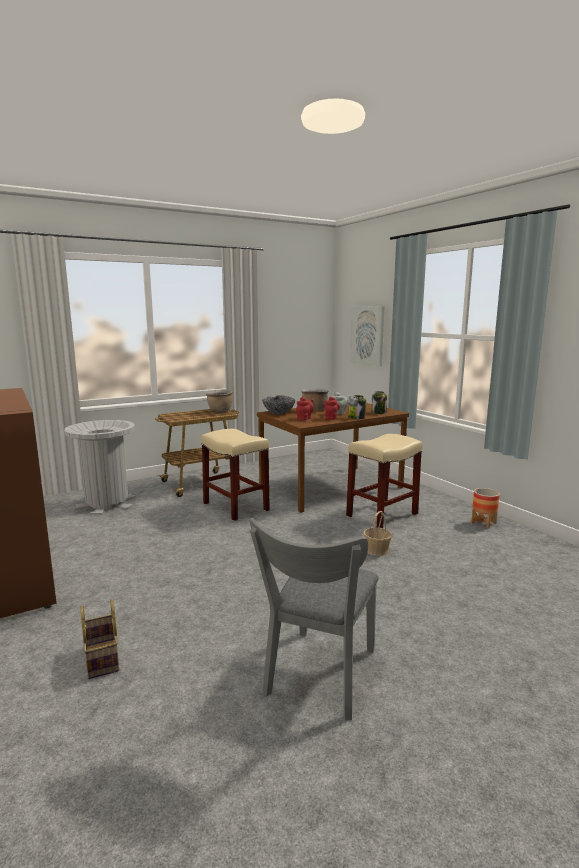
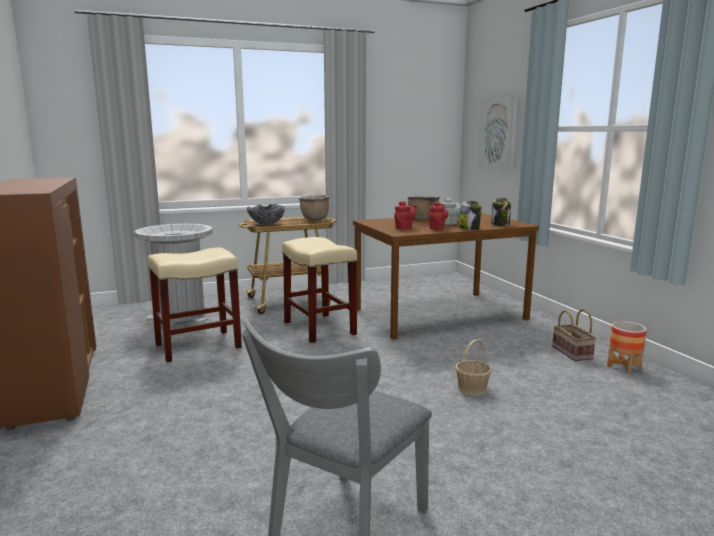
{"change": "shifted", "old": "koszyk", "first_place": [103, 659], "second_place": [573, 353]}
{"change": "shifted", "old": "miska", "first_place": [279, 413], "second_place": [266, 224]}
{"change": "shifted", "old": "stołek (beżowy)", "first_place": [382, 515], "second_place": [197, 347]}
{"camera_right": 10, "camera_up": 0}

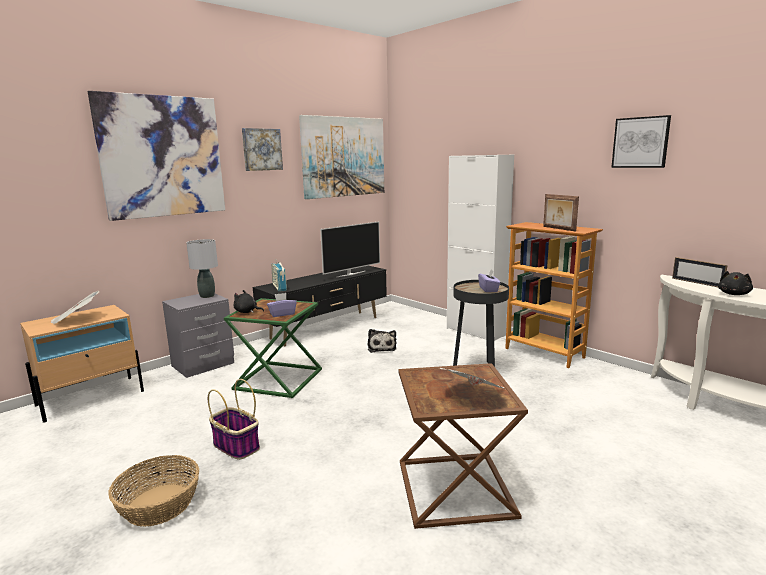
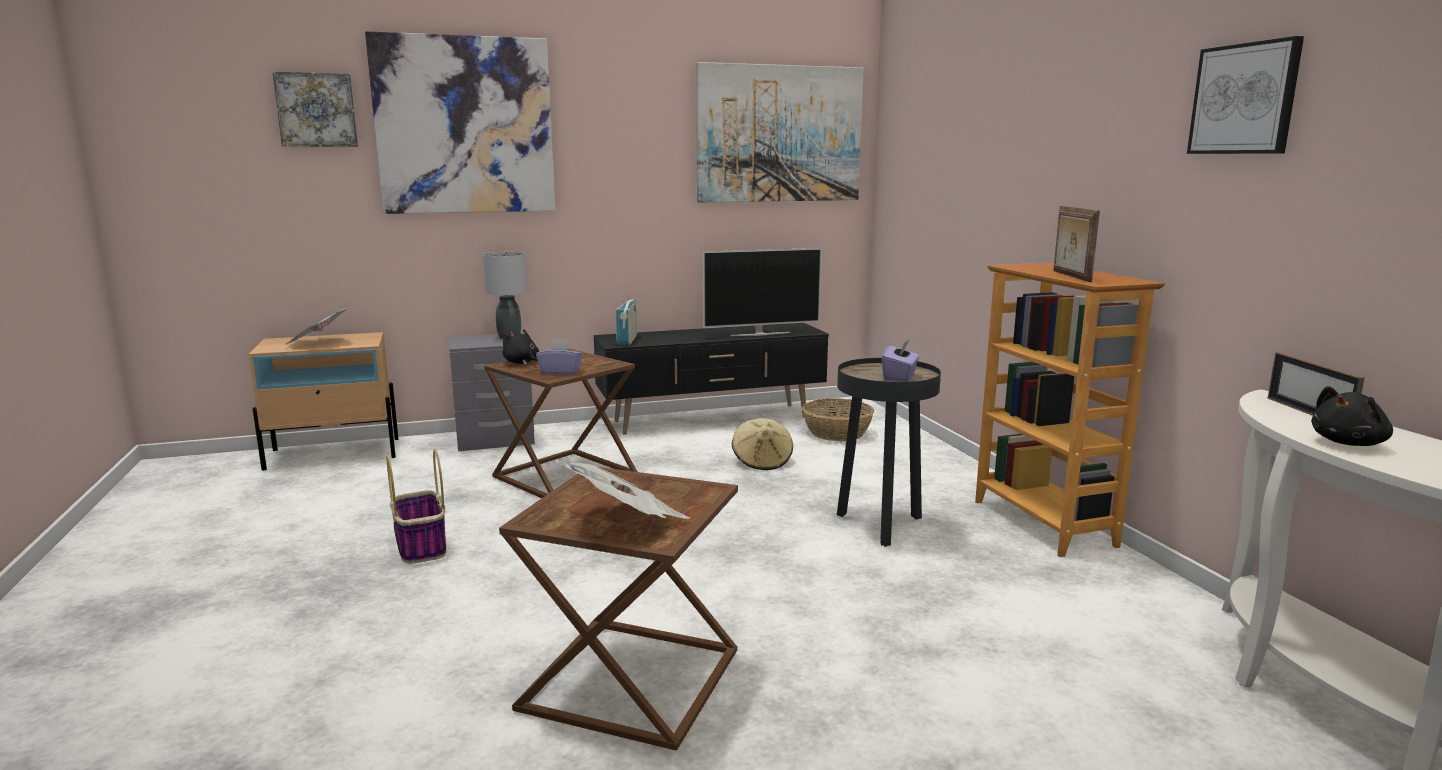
{"change": "shifted", "old": "koszyk", "first_place": [159, 504], "second_place": [836, 432]}
{"change": "repainted", "old": "stolik (zielony)", "new": "stolik (brązowy)", "first_place": [279, 380], "second_place": [565, 478]}
{"change": "shifted", "old": "obraz", "first_place": [261, 149], "second_place": [317, 110]}
{"change": "swapped", "old": "pluszak", "new": "kapelusz (beżowy)", "first_place": [381, 347], "second_place": [762, 462]}
{"change": "gone", "old": "szafka (biały)", "first_place": [475, 331]}
{"camera_right": 25, "camera_up": 0}

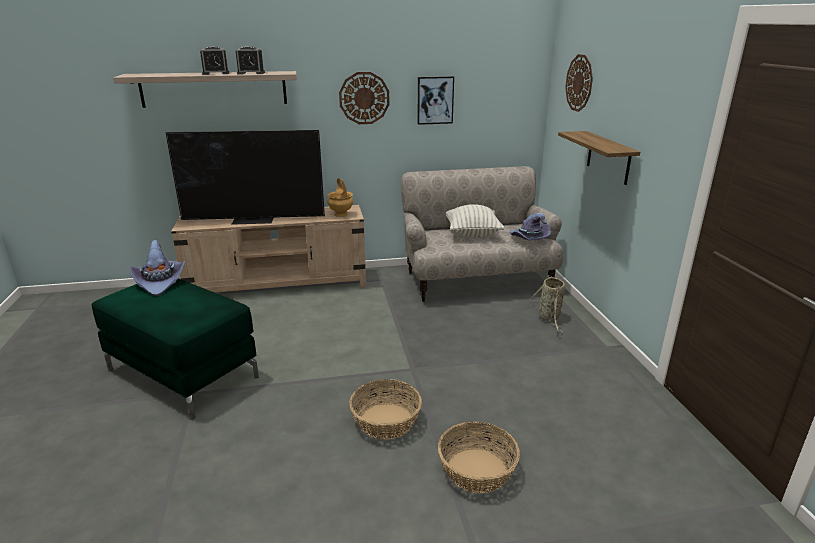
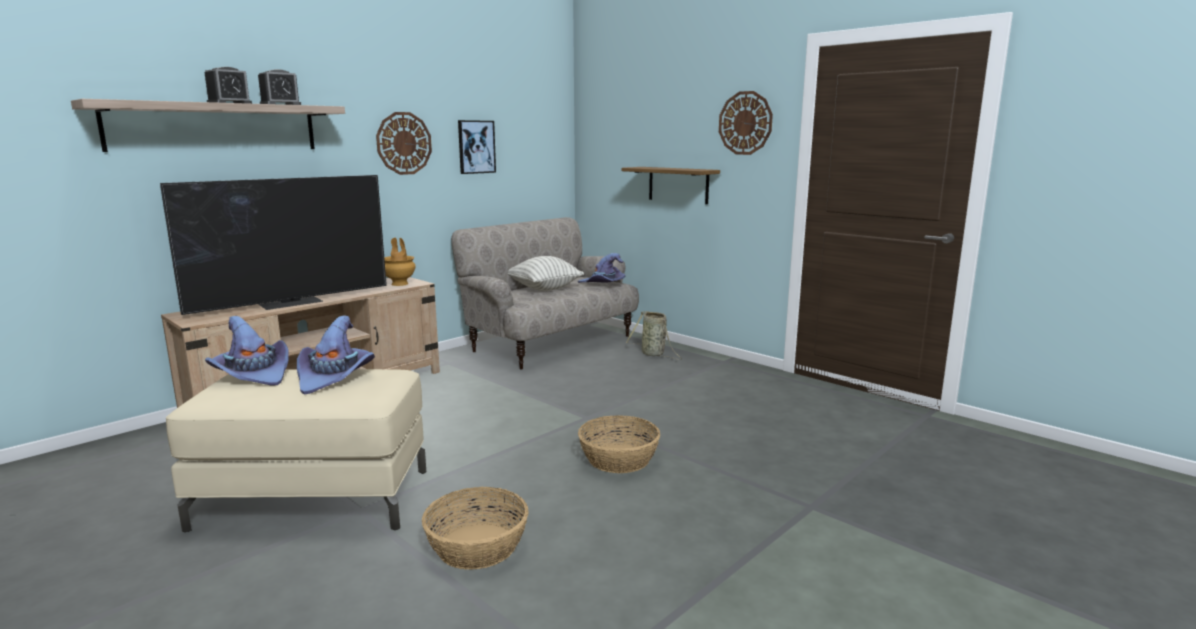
{"change": "repainted", "old": "pufa (zielony)", "new": "pufa (beżowy)", "first_place": [184, 373], "second_place": [316, 498]}
{"change": "shifted", "old": "koszyk", "first_place": [477, 470], "second_place": [477, 545]}
{"change": "shifted", "old": "zegar ścienny", "first_place": [579, 83], "second_place": [745, 123]}
{"change": "new", "new": "kapelusz (fioletowy)", "second_place": [335, 377]}
{"camera_right": -35, "camera_up": -10}

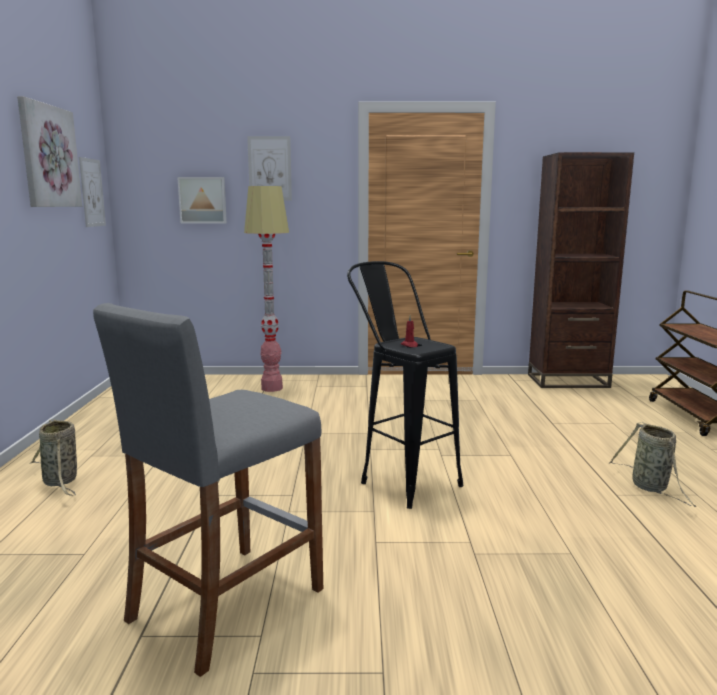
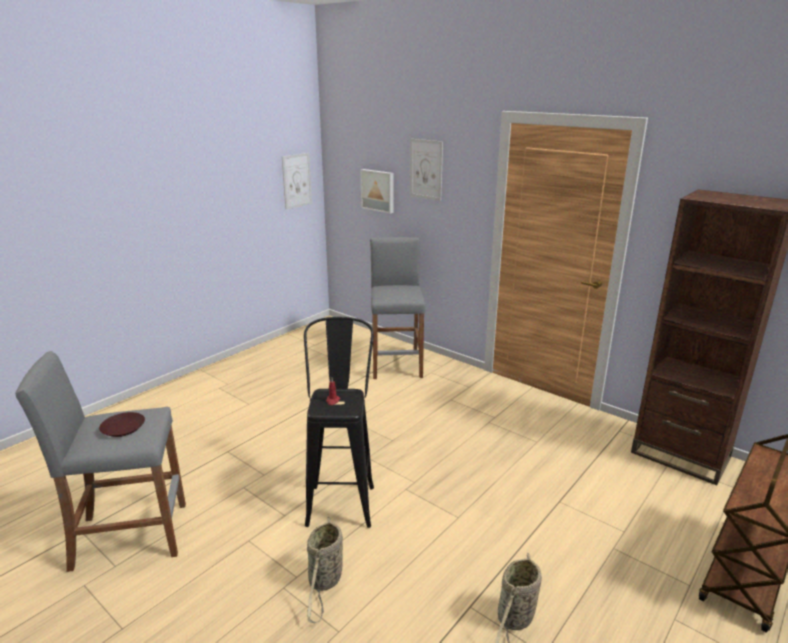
{"change": "gone", "old": "obraz", "first_place": [48, 156]}
{"change": "shifted", "old": "koszyk", "first_place": [61, 482], "second_place": [325, 582]}
{"change": "swapped", "old": "lampa stojąca", "new": "stołek (szary)", "first_place": [272, 388], "second_place": [396, 363]}
{"change": "new", "new": "talerz (brązowy)", "second_place": [123, 428]}
{"camera_right": 40, "camera_up": 10}

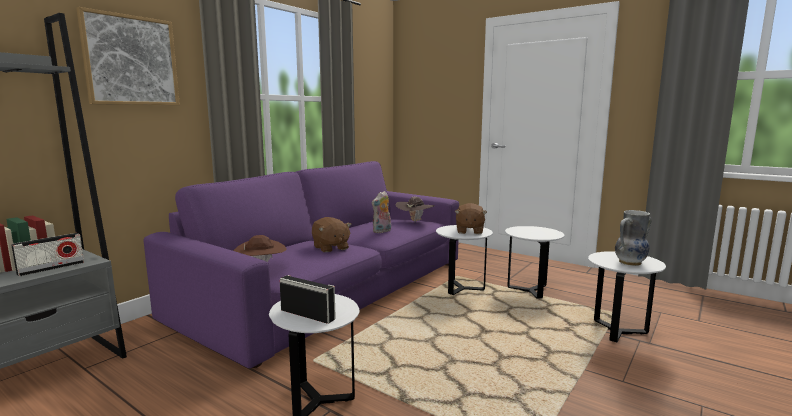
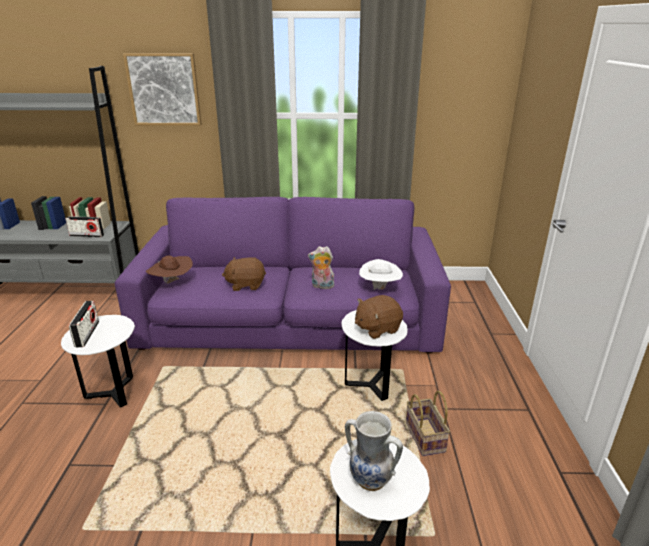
{"change": "rotated", "old": "pluszak (brązowy)", "first_place": [330, 248], "second_place": [246, 285], "degrees": 60}
{"change": "repainted", "old": "kapelusz (brązowy)", "new": "kapelusz (biały)", "first_place": [415, 221], "second_place": [380, 288]}
{"change": "swapped", "old": "stolik (biały)", "new": "koszyk", "first_place": [530, 291], "second_place": [423, 436]}
{"camera_right": 55, "camera_up": 15}

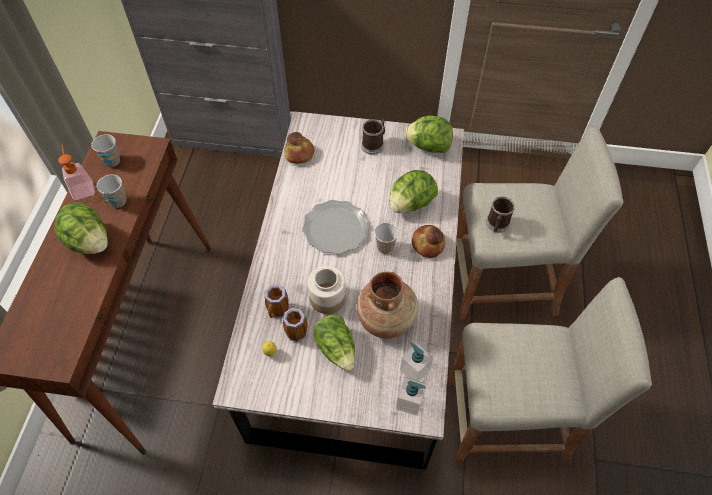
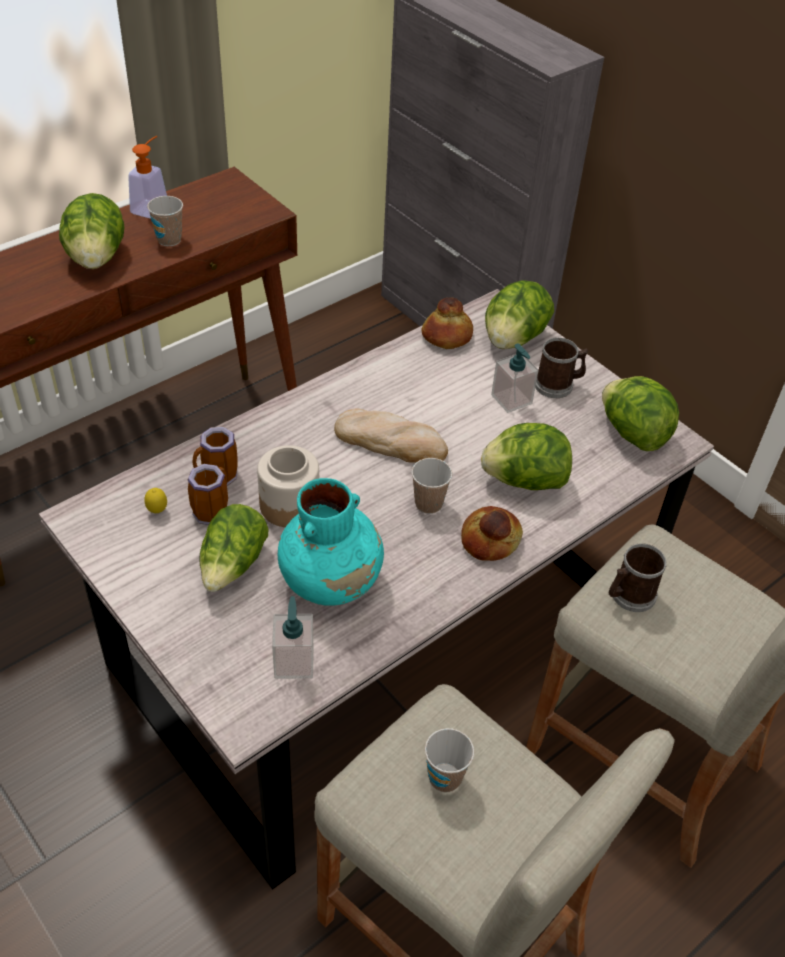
{"change": "shifted", "old": "filiżanka", "first_place": [112, 161], "second_place": [445, 778]}
{"change": "swapped", "old": "talerz", "new": "chleb", "first_place": [335, 229], "second_place": [391, 441]}
{"change": "repainted", "old": "wazon (brązowy)", "new": "wazon (turkusowy)", "first_place": [387, 318], "second_place": [331, 580]}
{"change": "shifted", "old": "dozownik mydła", "first_place": [409, 402], "second_place": [511, 399]}
{"change": "new", "new": "sałata", "second_place": [513, 339]}
{"camera_right": 40, "camera_up": -10}

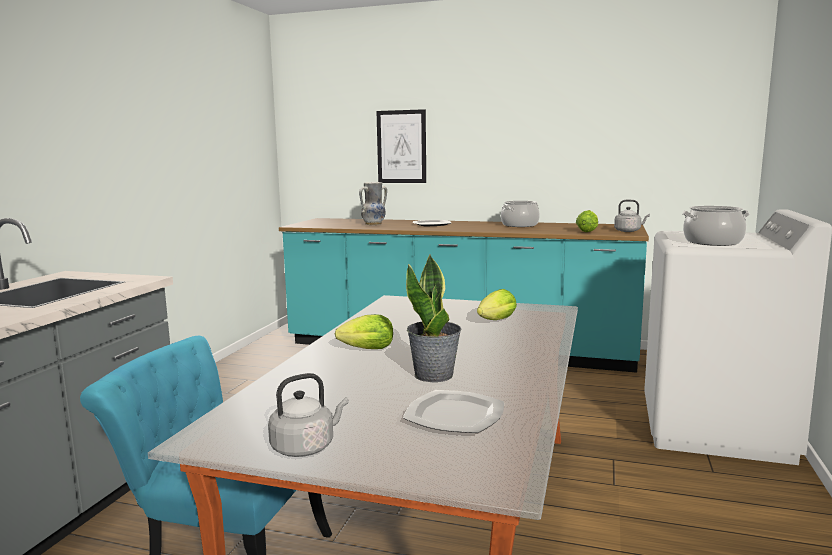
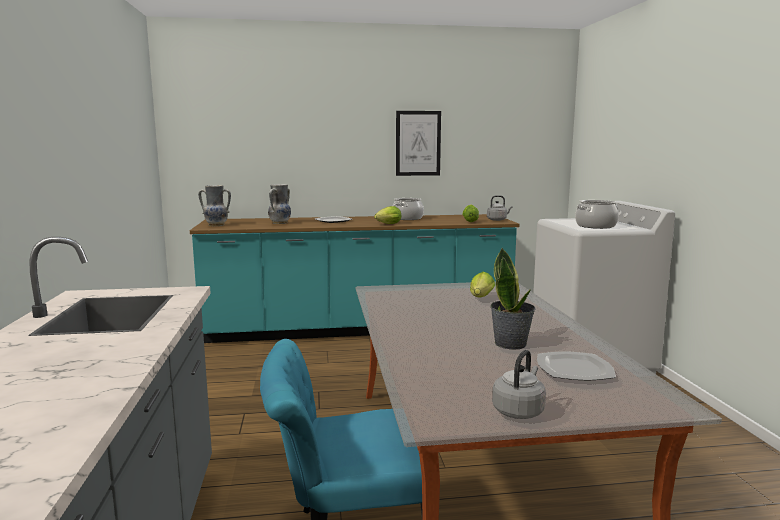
{"change": "shifted", "old": "sałata", "first_place": [364, 349], "second_place": [387, 224]}
{"change": "shifted", "old": "obraz", "first_place": [401, 147], "second_place": [418, 143]}
{"change": "new", "new": "wazon", "second_place": [216, 225]}
{"camera_right": -25, "camera_up": 0}

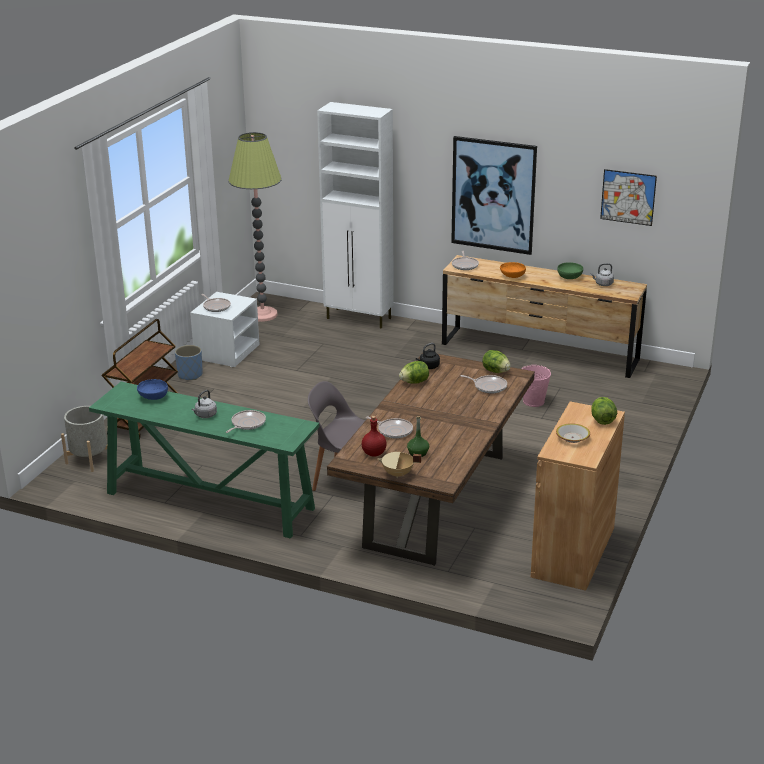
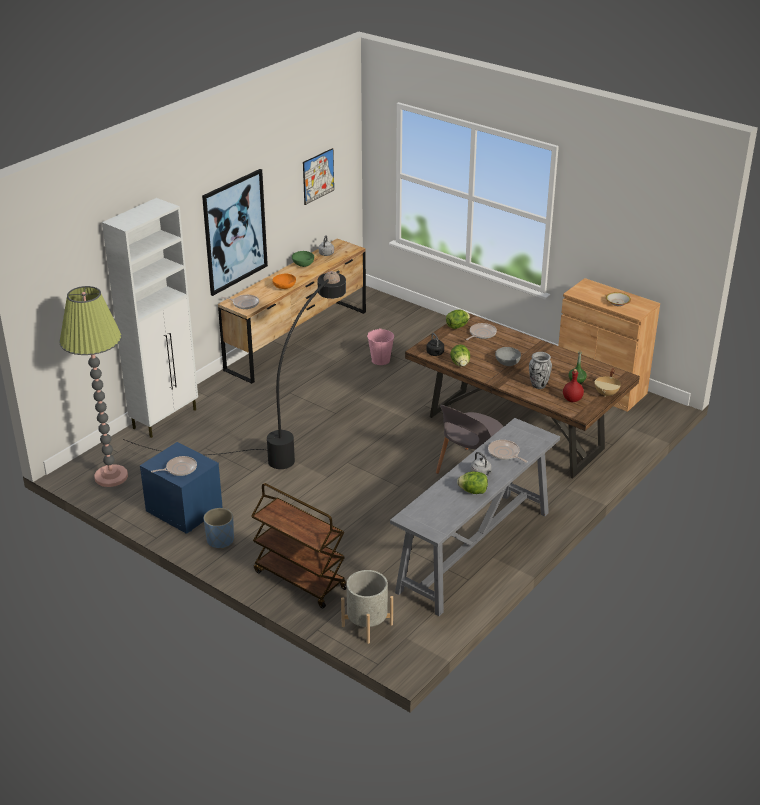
{"change": "repainted", "old": "stolik konsolowy (zielony)", "new": "stolik konsolowy (szary)", "first_place": [208, 500], "second_place": [474, 552]}
{"change": "gone", "old": "miska (niebieski)", "first_place": [153, 397]}
{"change": "repainted", "old": "szafka nocna (biały)", "new": "szafka nocna (niebieski)", "first_place": [227, 352], "second_place": [183, 510]}
{"change": "swapped", "old": "patelnia", "new": "wazon", "first_place": [393, 430], "second_place": [538, 385]}
{"change": "shifted", "old": "sałata", "first_place": [602, 420], "second_place": [473, 491]}
{"change": "new", "new": "lampa stojąca (czarny)", "second_place": [286, 441]}
{"change": "new", "new": "miska (szary)", "second_place": [507, 362]}
{"camera_right": -75, "camera_up": 5}

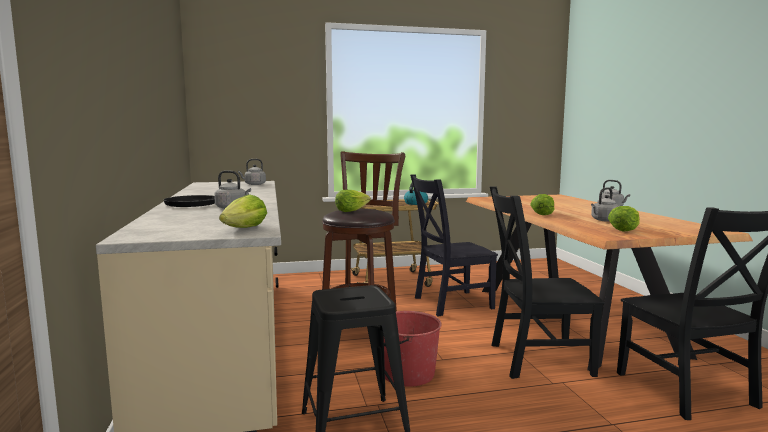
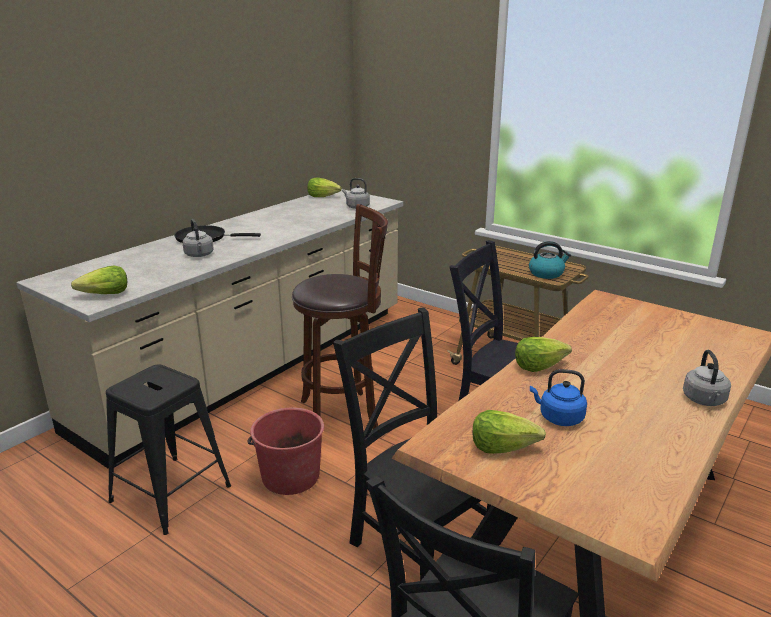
{"change": "shifted", "old": "sałata", "first_place": [351, 211], "second_place": [323, 196]}
{"change": "repainted", "old": "czajnik (szary)", "new": "czajnik (niebieski)", "first_place": [604, 220], "second_place": [558, 418]}
{"camera_right": 50, "camera_up": 15}

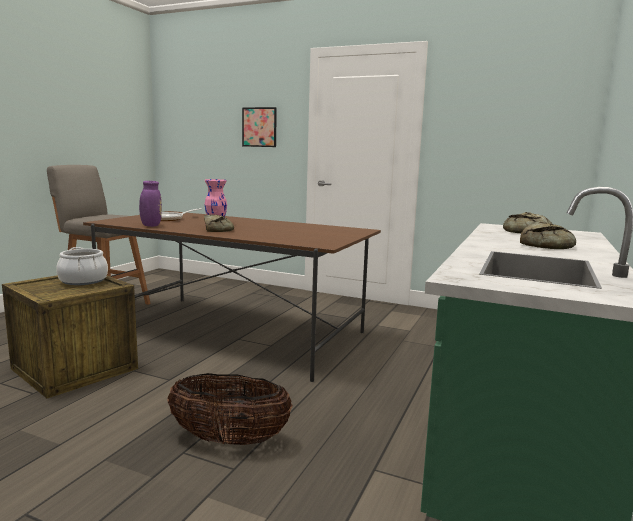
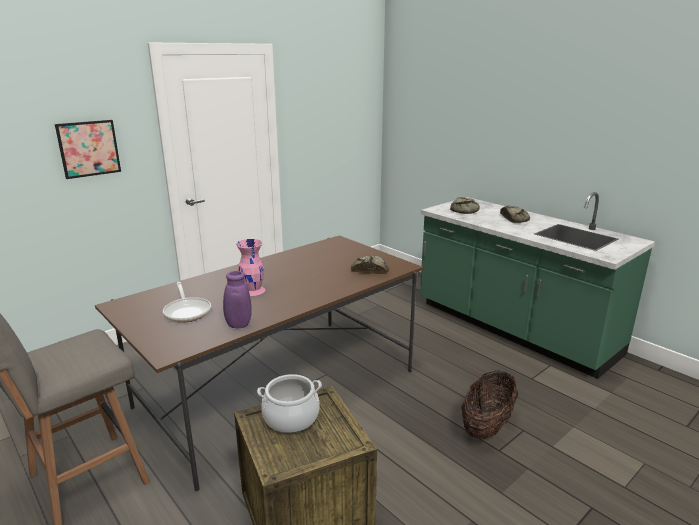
{"change": "shifted", "old": "chleb", "first_place": [217, 229], "second_place": [369, 270]}
{"camera_right": -65, "camera_up": 10}

